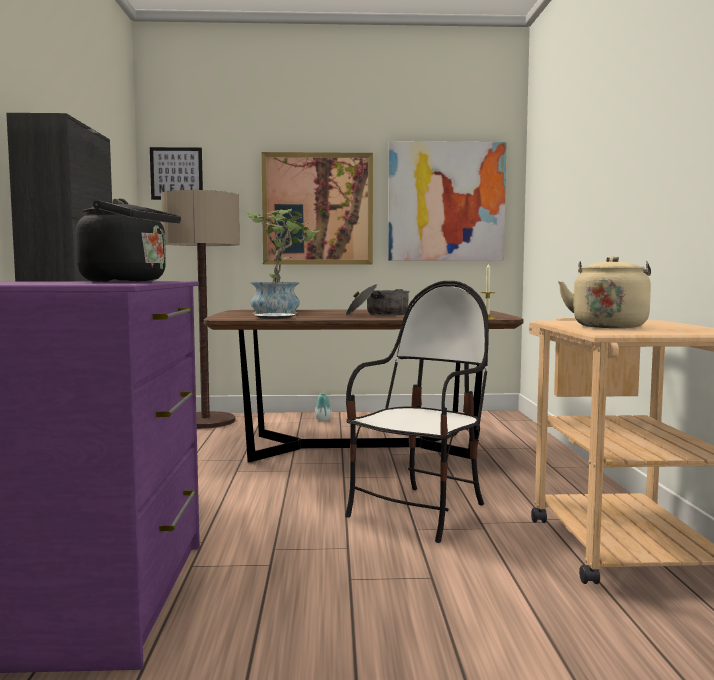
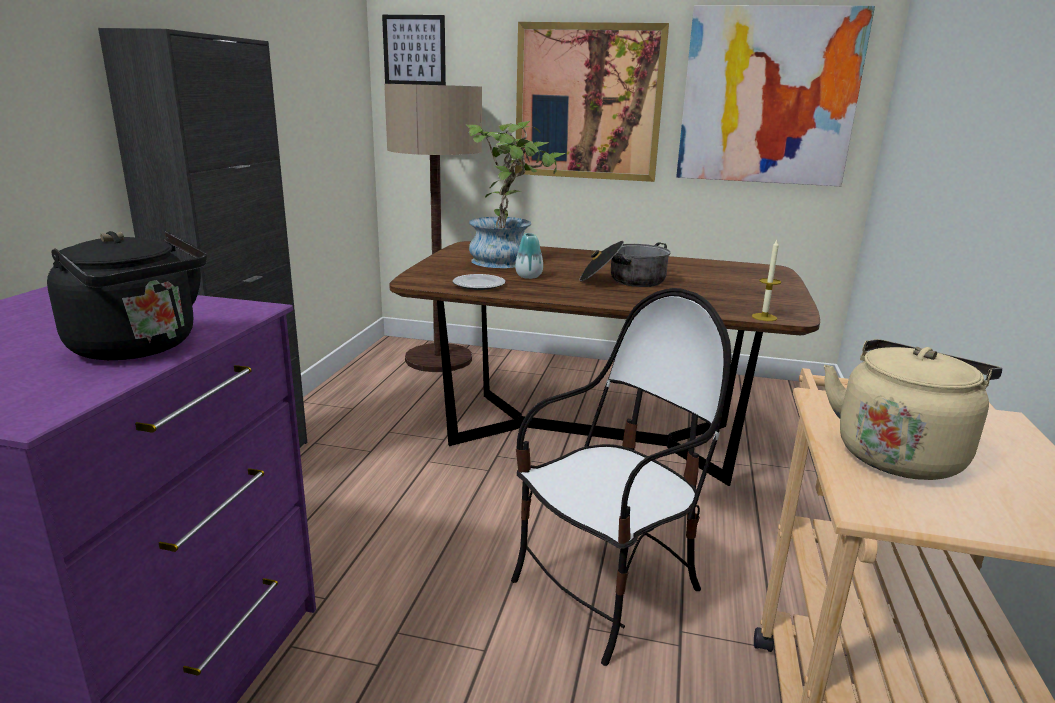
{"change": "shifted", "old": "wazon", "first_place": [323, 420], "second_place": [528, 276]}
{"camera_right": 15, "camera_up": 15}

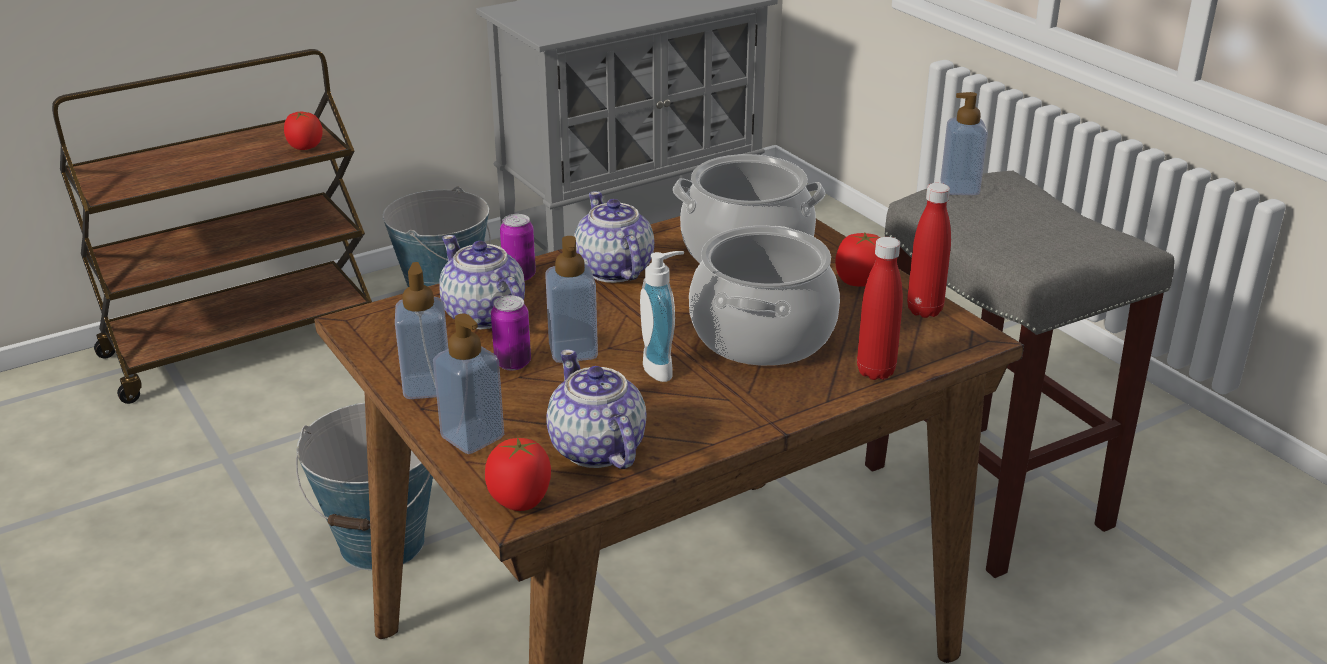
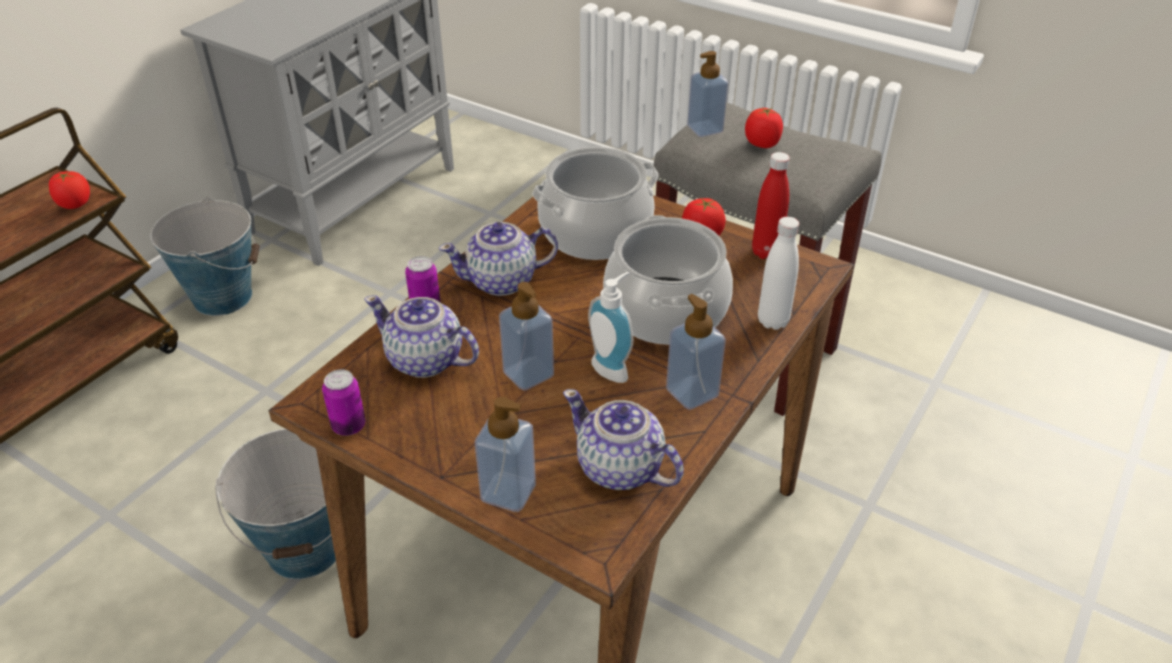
{"change": "shifted", "old": "dozownik mydła", "first_place": [427, 387], "second_place": [692, 393]}
{"change": "shifted", "old": "pomidor", "first_place": [520, 500], "second_place": [762, 144]}
{"change": "shifted", "old": "puszka", "first_place": [513, 363], "second_place": [349, 426]}
{"change": "rotated", "old": "imbryk", "first_place": [613, 271], "second_place": [502, 281], "degrees": -60}
{"change": "repainted", "old": "butelka (czerwony)", "new": "butelka (biały)", "first_place": [875, 371], "second_place": [773, 321]}
{"camera_right": -25, "camera_up": 10}

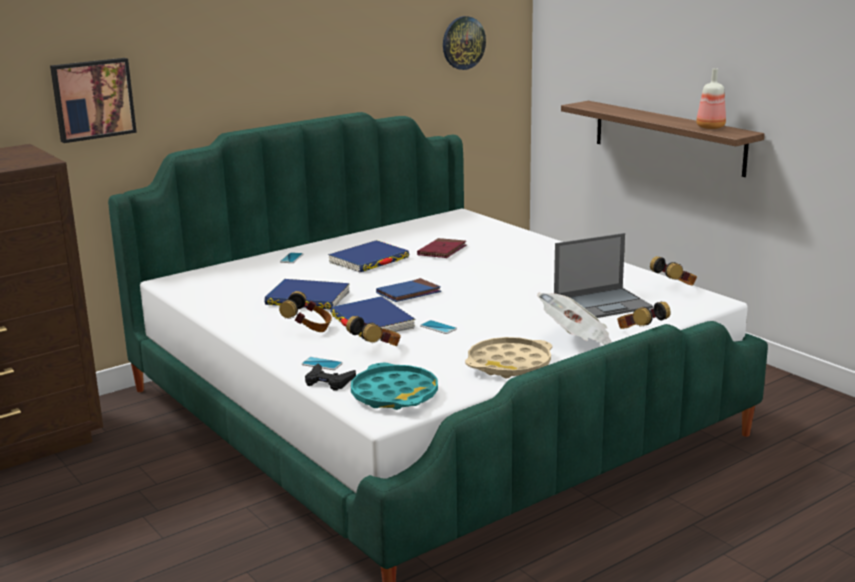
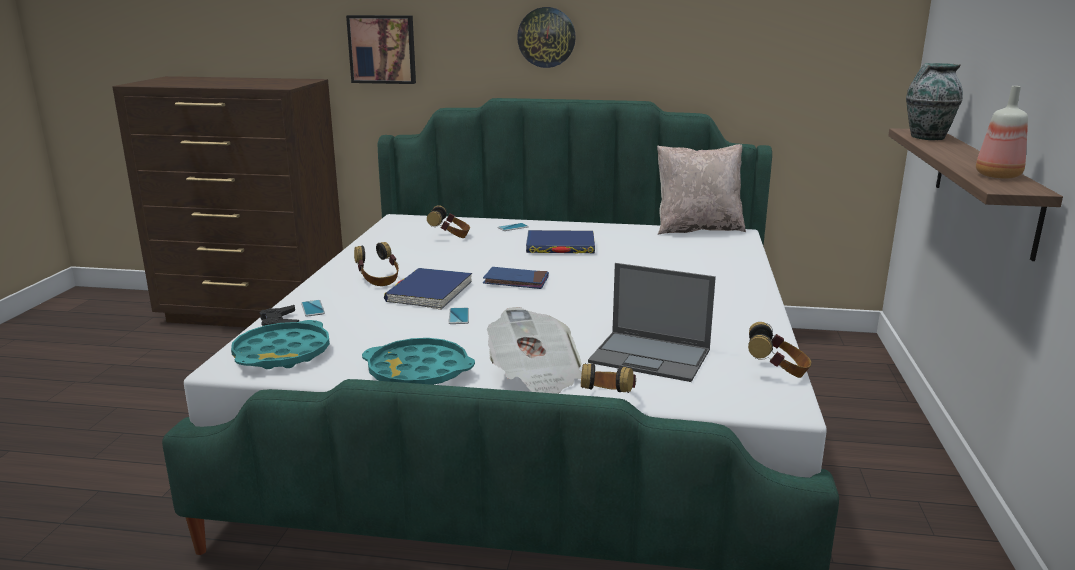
{"change": "gone", "old": "książka (niebieski)", "first_place": [307, 299]}
{"change": "shifted", "old": "słuchawki", "first_place": [377, 349], "second_place": [450, 237]}
{"change": "gone", "old": "książka (czerwony)", "first_place": [442, 251]}
{"change": "shifted", "old": "zegar ścienny", "first_place": [463, 43], "second_place": [546, 37]}
{"change": "repainted", "old": "taca (beżowy)", "new": "taca (turkusowy)", "first_place": [509, 365], "second_place": [418, 371]}
{"change": "new", "new": "poduszka (beżowy)", "second_place": [697, 229]}
{"change": "new", "new": "wazon", "second_place": [926, 137]}
{"camera_right": 45, "camera_up": 0}

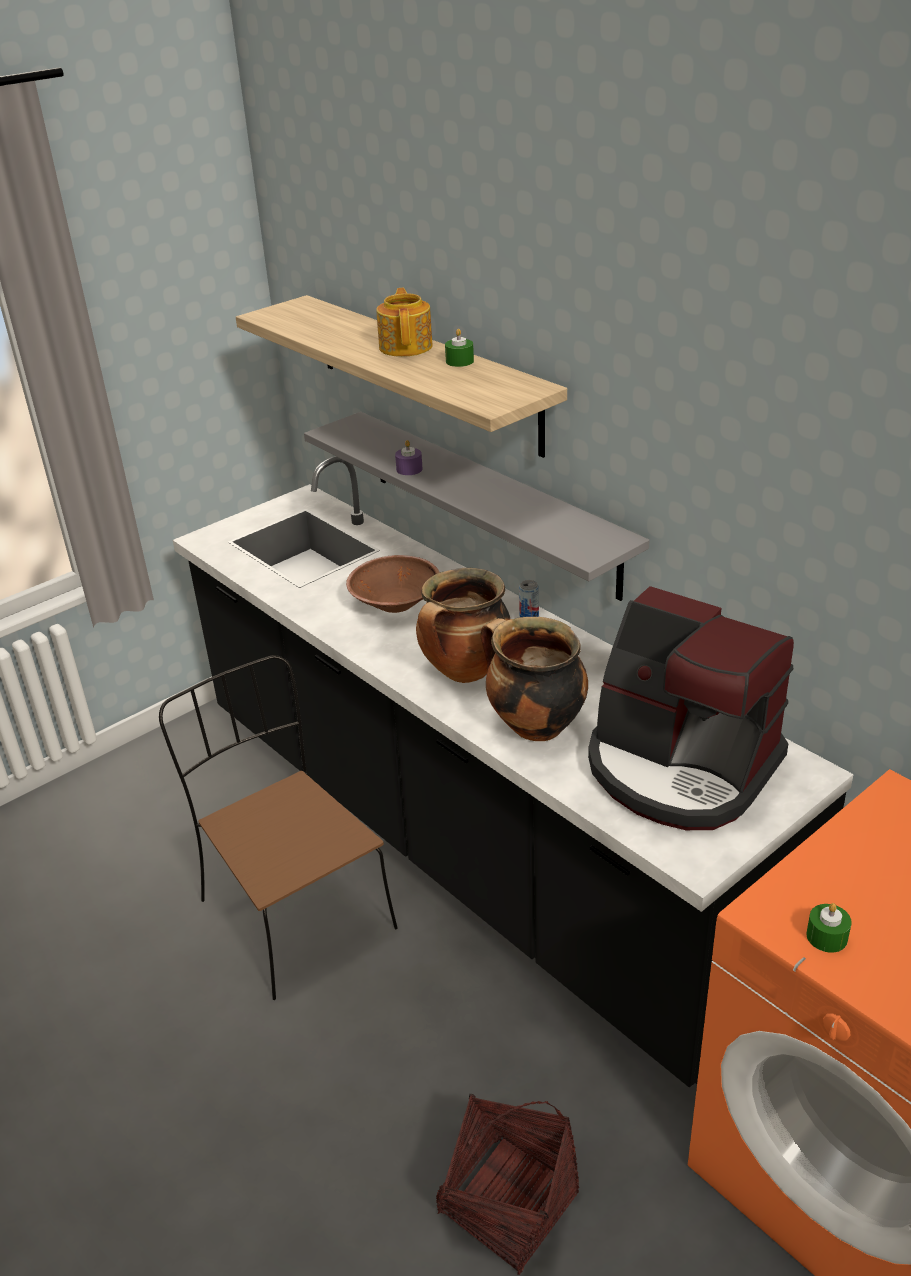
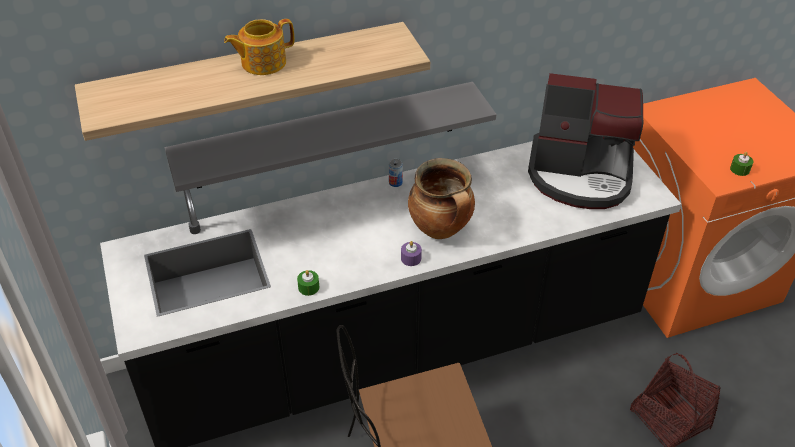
{"change": "gone", "old": "miska (brązowy)", "first_place": [396, 603]}
{"change": "rotated", "old": "imbryk", "first_place": [406, 346], "second_place": [262, 62], "degrees": -45}
{"change": "shifted", "old": "świeca (fioletowy)", "first_place": [409, 469], "second_place": [411, 258]}
{"change": "shifted", "old": "świeca (zielony)", "first_place": [459, 361], "second_place": [308, 287]}
{"change": "gone", "old": "garnek", "first_place": [533, 726]}
{"change": "rotated", "old": "ekspres do kawy", "first_place": [680, 768], "second_place": [580, 175], "degrees": 45}
{"camera_right": -70, "camera_up": 10}

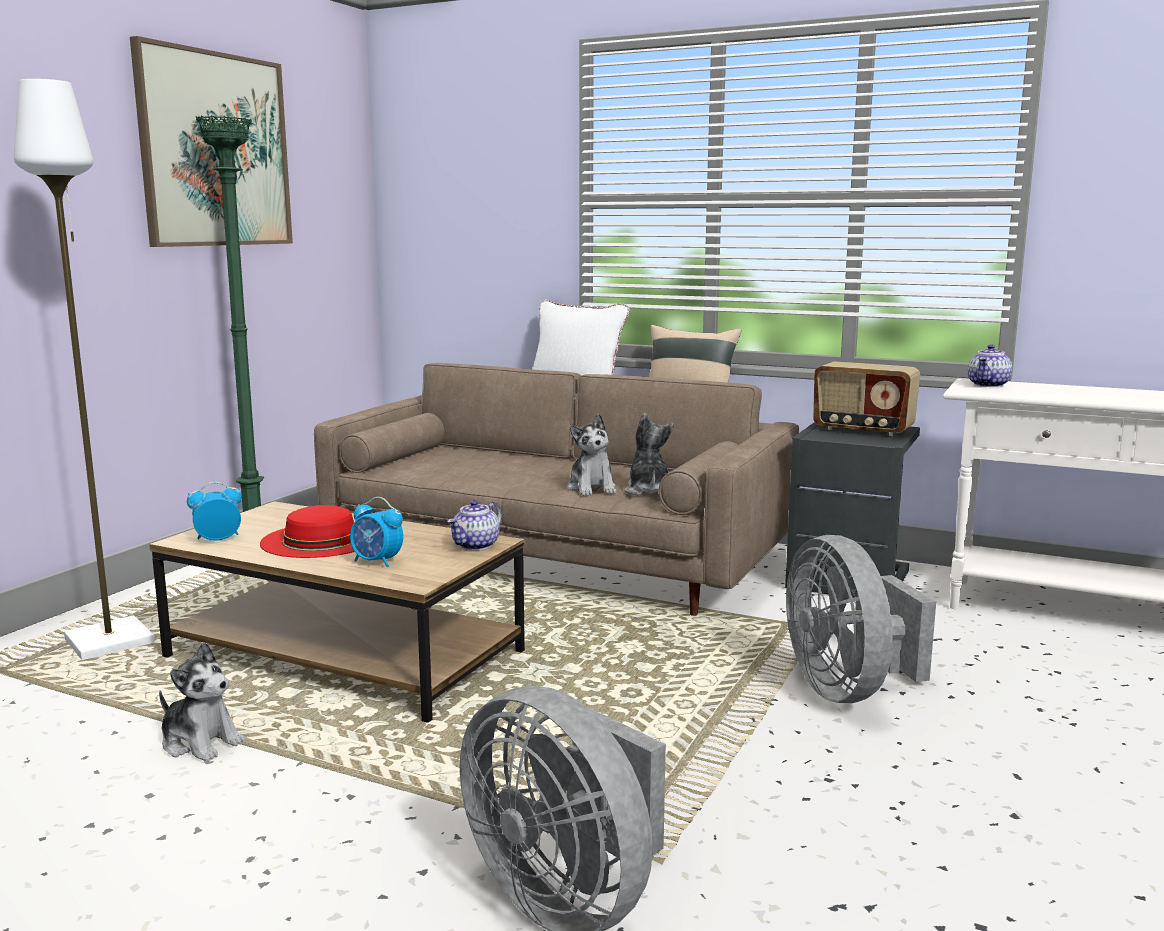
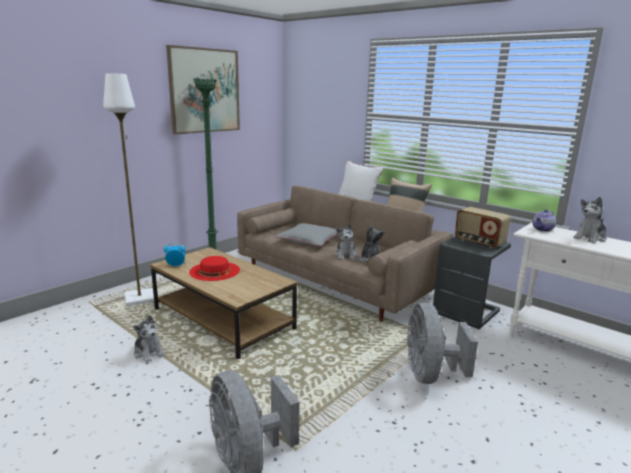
{"change": "gone", "old": "budzik", "first_place": [377, 562]}
{"change": "gone", "old": "imbryk", "first_place": [476, 545]}
{"change": "new", "new": "poduszka (szary)", "second_place": [309, 240]}
{"change": "new", "new": "pluszak", "second_place": [590, 238]}
{"camera_right": 15, "camera_up": 5}

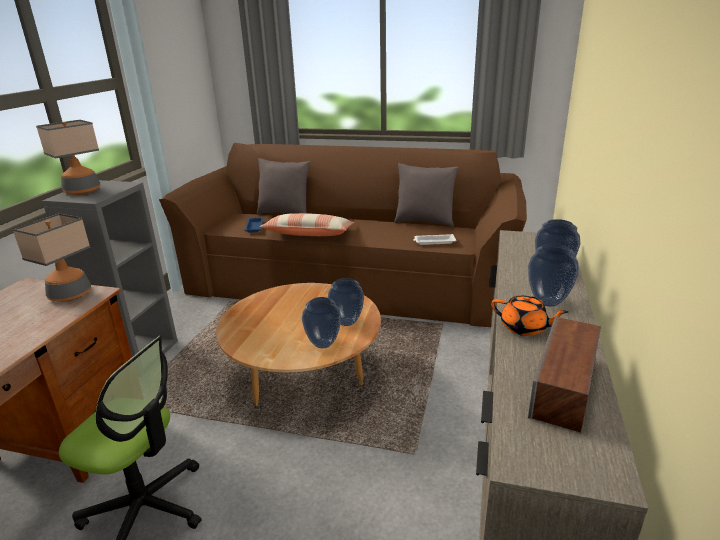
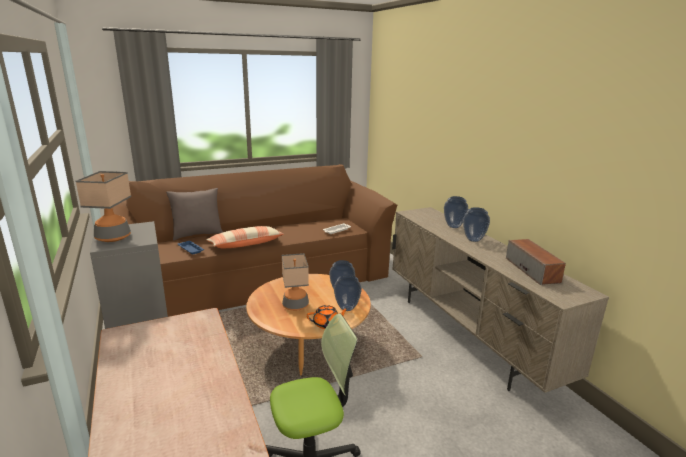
{"change": "shifted", "old": "lampa stołowa", "first_place": [70, 295], "second_place": [295, 306]}
{"change": "gone", "old": "poduszka (szary)", "first_place": [424, 222]}
{"change": "shifted", "old": "imbryk (pomarańczowy)", "first_place": [524, 328], "second_place": [327, 324]}
{"camera_right": -40, "camera_up": -5}

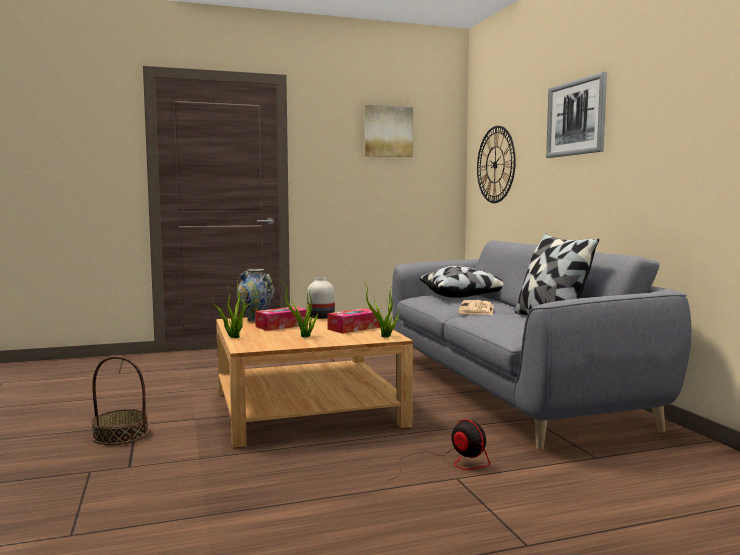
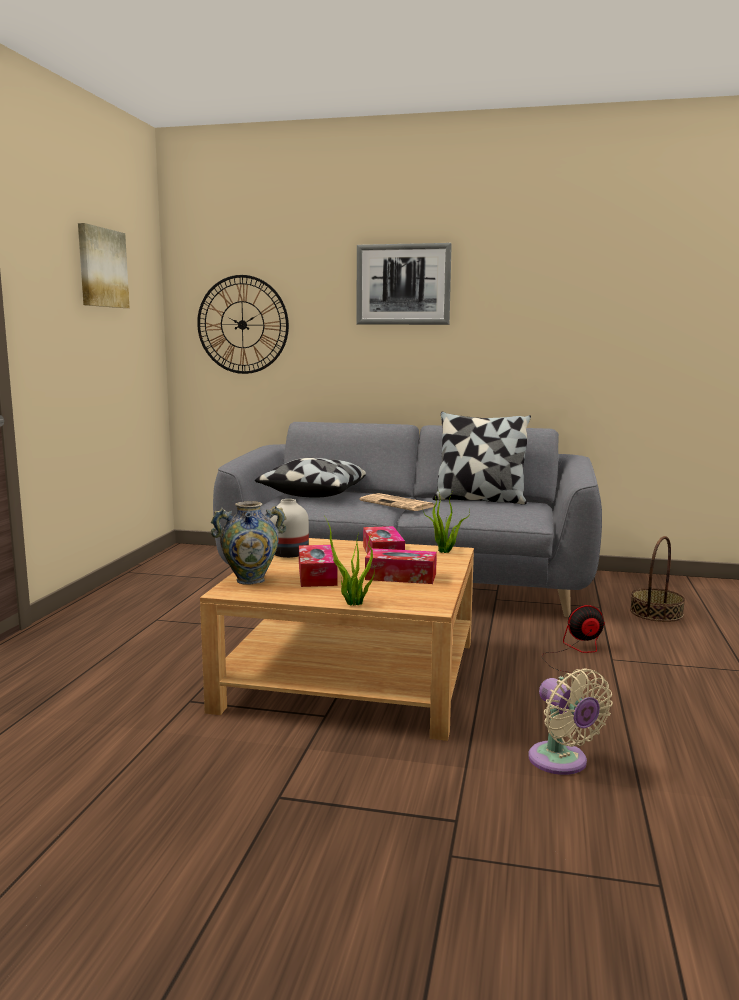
{"change": "shifted", "old": "koszyk", "first_place": [120, 435], "second_place": [656, 613]}
{"change": "swapped", "old": "roślina doniczkowa", "new": "pudełko chusteczek", "first_place": [305, 336], "second_place": [401, 576]}
{"change": "new", "new": "wentylator (beżowy)", "second_place": [561, 762]}
{"camera_right": -60, "camera_up": 5}

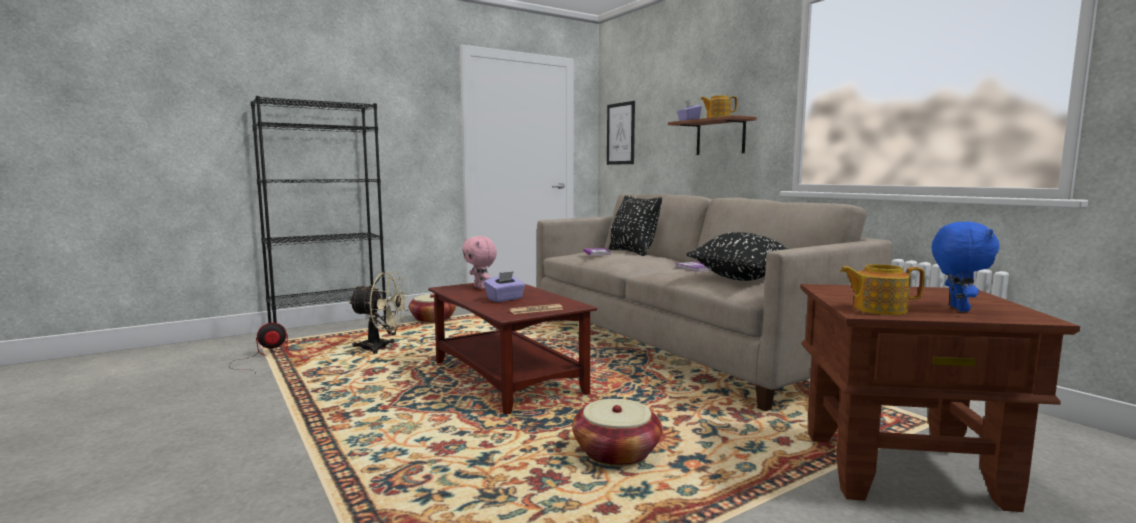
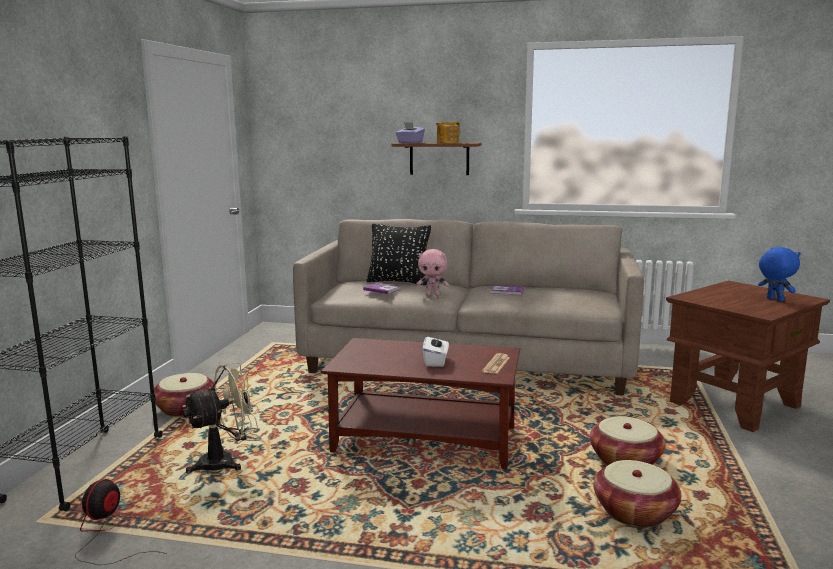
{"change": "shifted", "old": "pluszak (różowy)", "first_place": [480, 287], "second_place": [433, 295]}
{"change": "repainted", "old": "pudełko chusteczek (fioletowy)", "new": "pudełko chusteczek (biały)", "first_place": [505, 299], "second_place": [436, 361]}
{"change": "gone", "old": "obraz", "first_place": [620, 133]}
{"change": "gone", "old": "poduszka (czarny)", "first_place": [743, 278]}
{"change": "gone", "old": "imbryk", "first_place": [878, 309]}
{"change": "new", "new": "koszyk", "second_place": [634, 512]}
{"camera_right": -45, "camera_up": 5}

